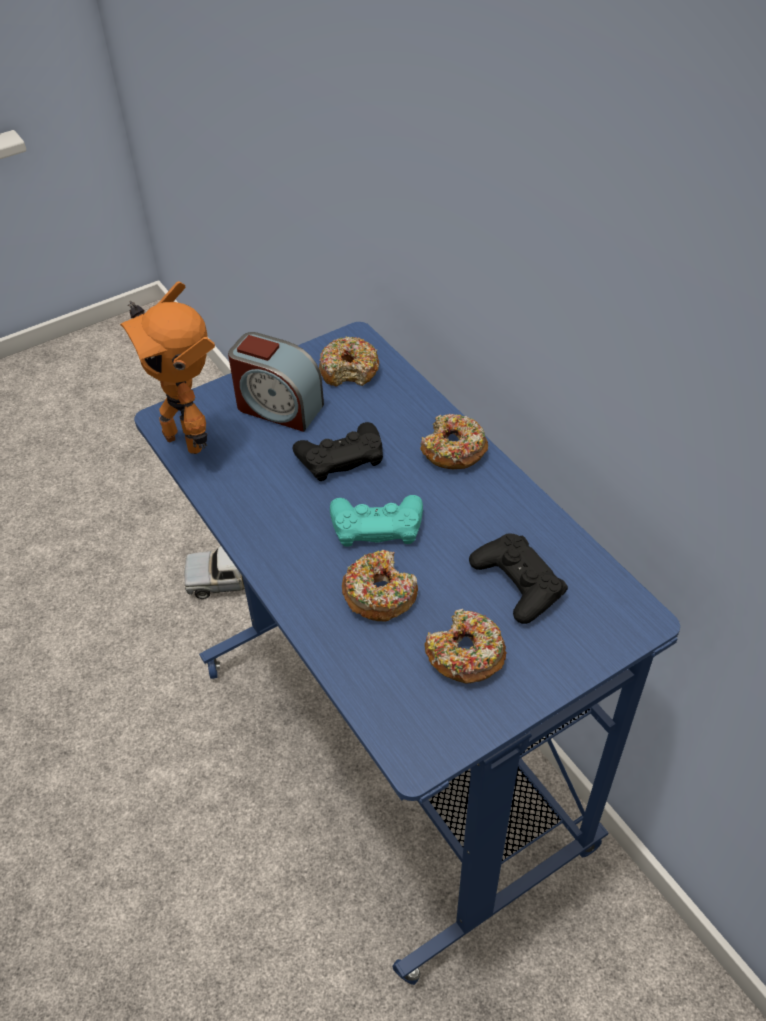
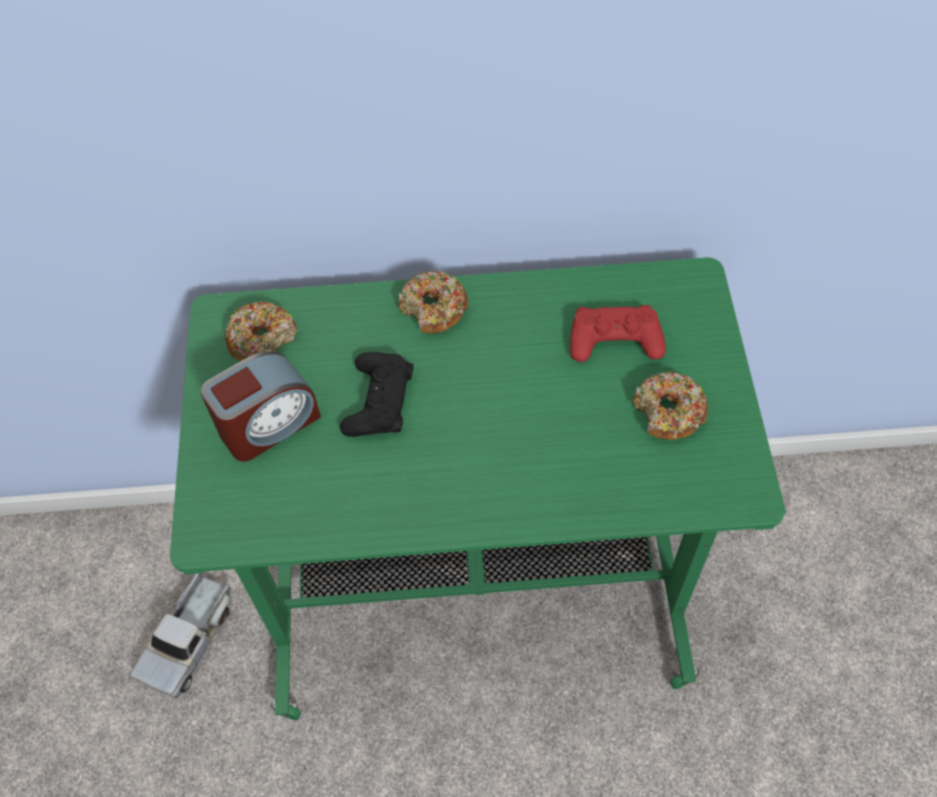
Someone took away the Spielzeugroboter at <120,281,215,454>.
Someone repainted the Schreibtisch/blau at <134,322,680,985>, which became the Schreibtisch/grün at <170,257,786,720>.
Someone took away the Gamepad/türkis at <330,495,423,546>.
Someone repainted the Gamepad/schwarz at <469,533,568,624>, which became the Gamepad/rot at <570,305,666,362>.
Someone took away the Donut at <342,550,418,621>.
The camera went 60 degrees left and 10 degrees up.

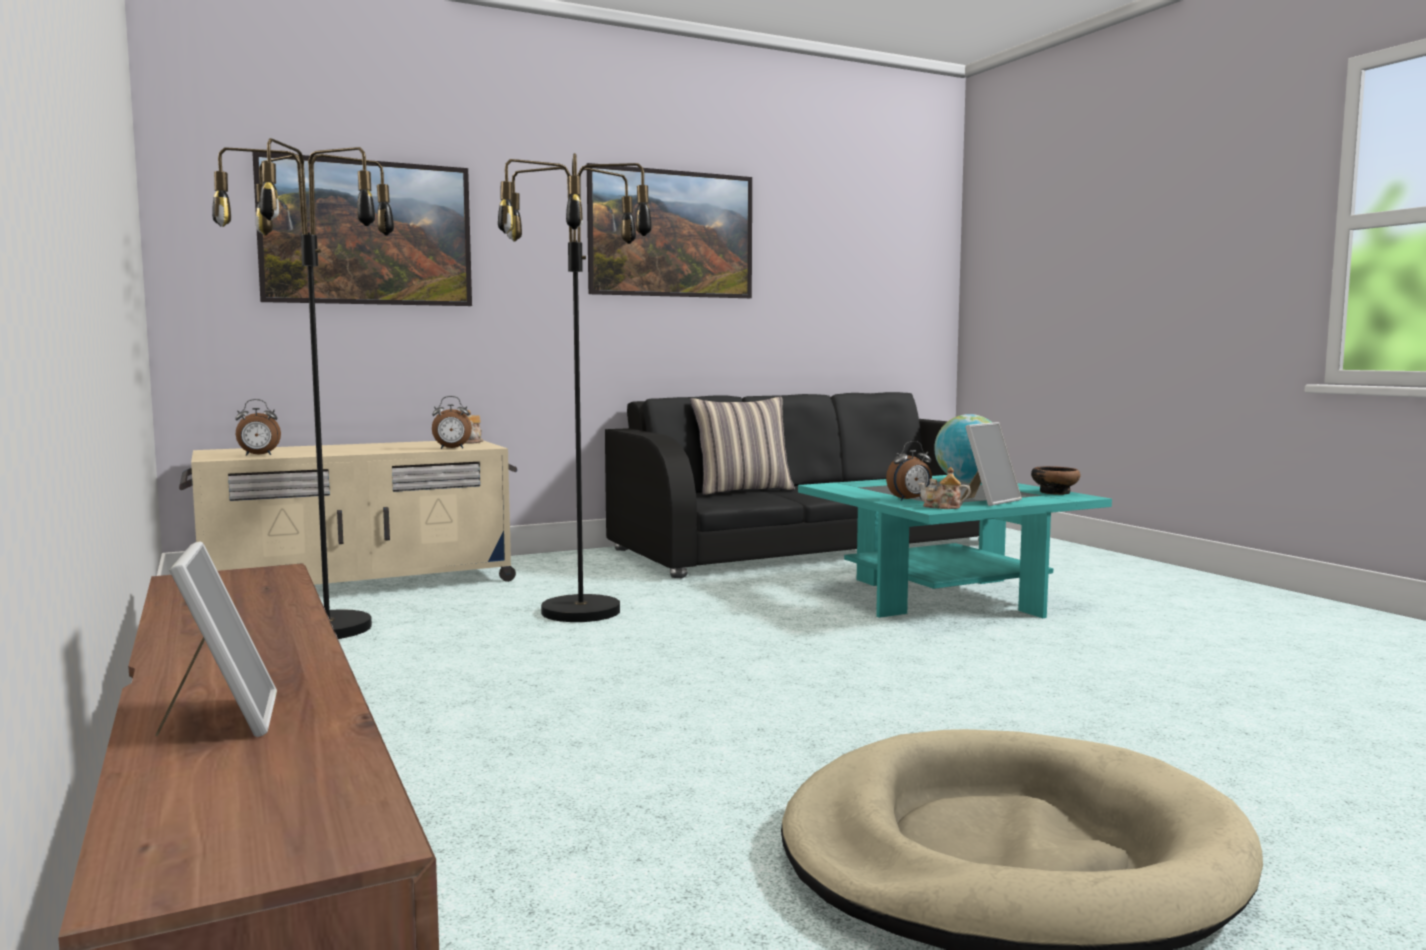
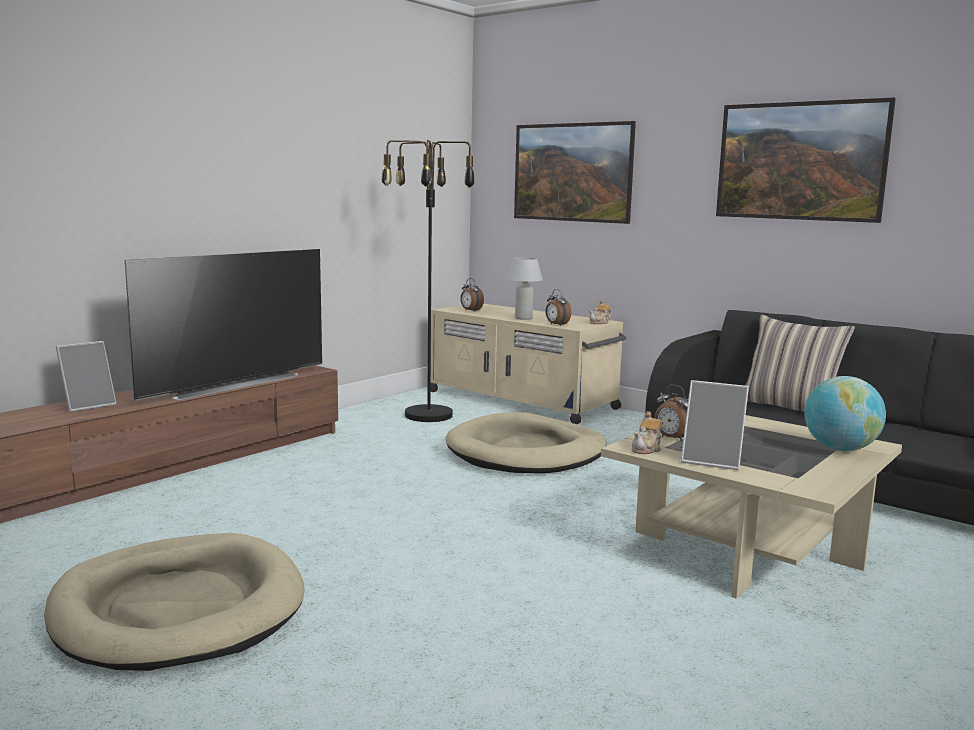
Someone swapped the Stehlampe at <498,153,652,622> for the Hundebett/beige at <446,412,607,474>.
Someone took away the Schüssel at <1031,466,1081,495>.
Someone rotated the Teekanne at <918,467,971,509> by 135 degrees counterclockwise.
Someone repainted the Couchtisch/türkis at <798,475,1112,618>, which became the Couchtisch/beige at <601,415,902,599>.
Someone put down the Fernseher at <125,249,322,401>.
Someone put down the Tischlampe/weiß at <507,257,543,320>.
The camera went 65 degrees right and 5 degrees up.

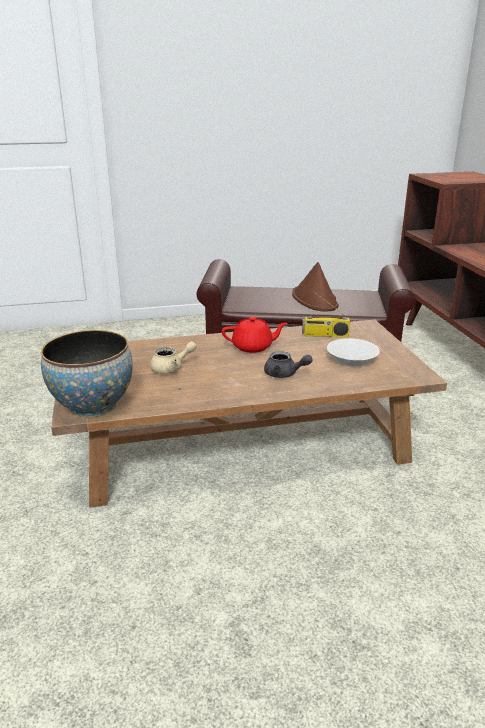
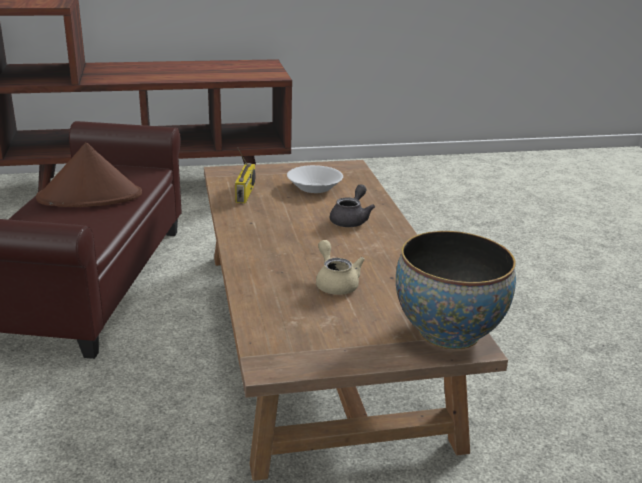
Someone took away the Teekanne/rot at <222,317,288,353>.
The camera went 90 degrees left and 0 degrees up.

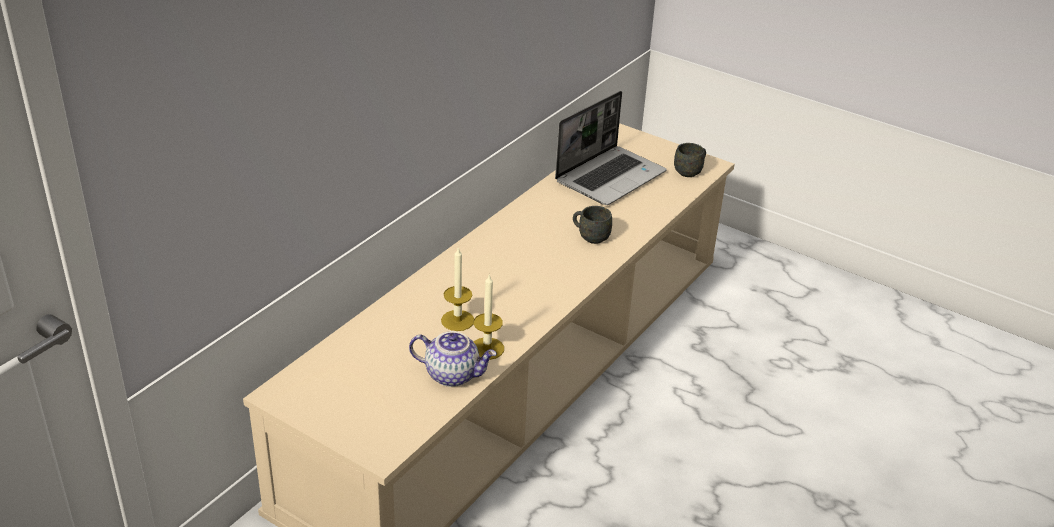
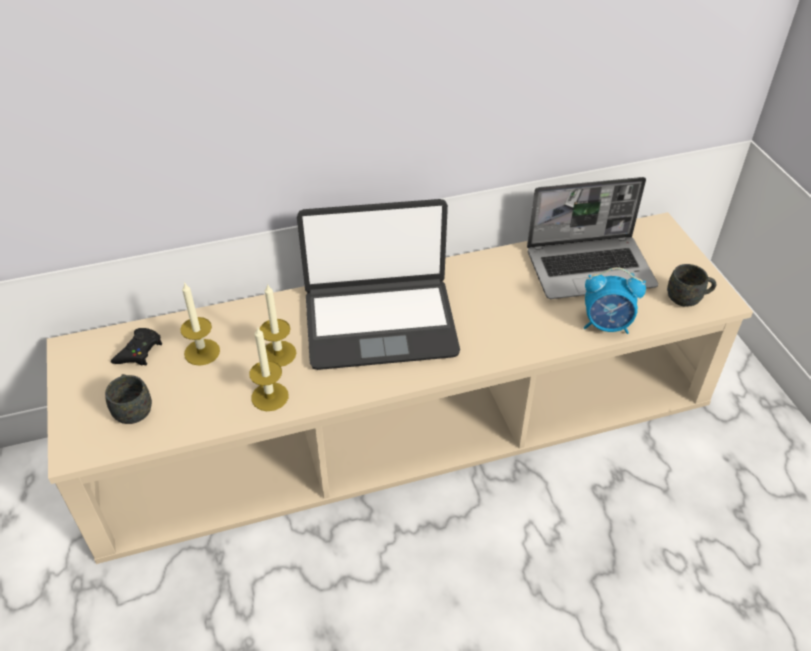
Someone carried the Henkelbecher/grau from <573,206,612,244> to <105,374,152,424>.
Someone took away the Teekanne at <409,331,497,387>.
Someone put down the Laptop at <297,199,460,370>.
Someone put down the Wecker at <584,267,646,334>.
Someone put down the Kerze at <180,281,220,366>.
Someone put down the Gamepad/schwarz at <111,328,162,366>.
The camera went 40 degrees right and 10 degrees up.

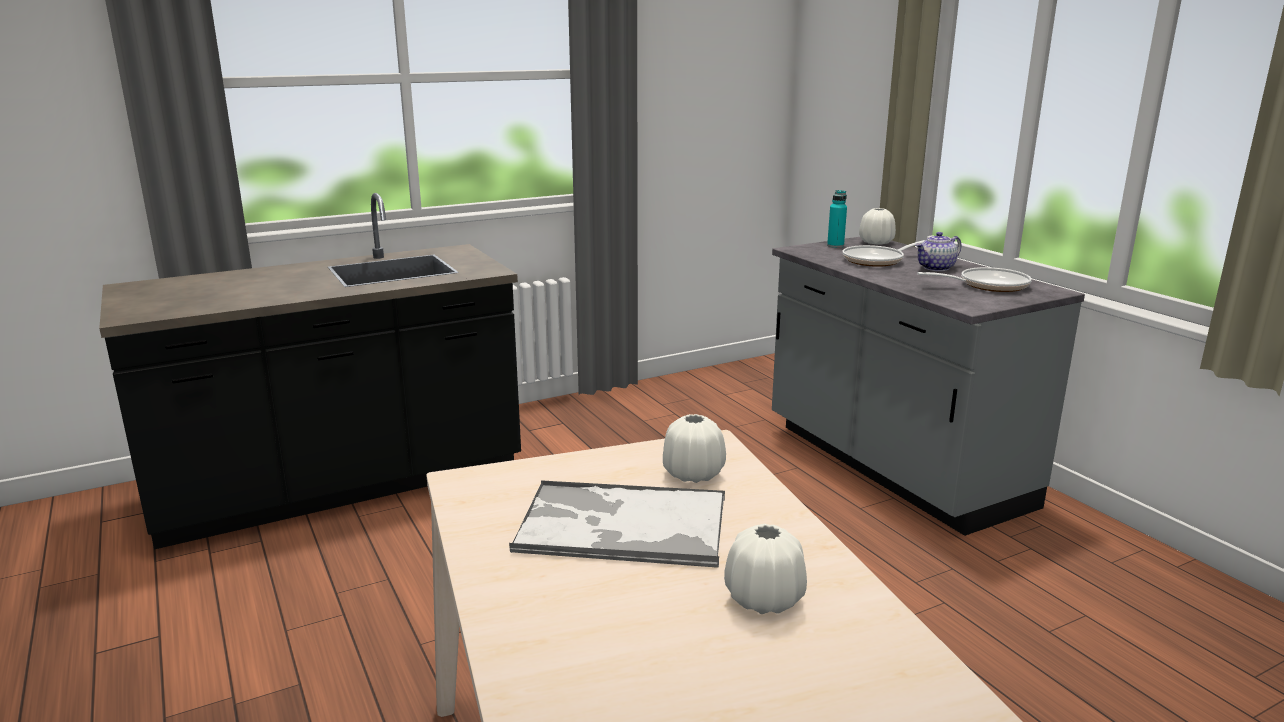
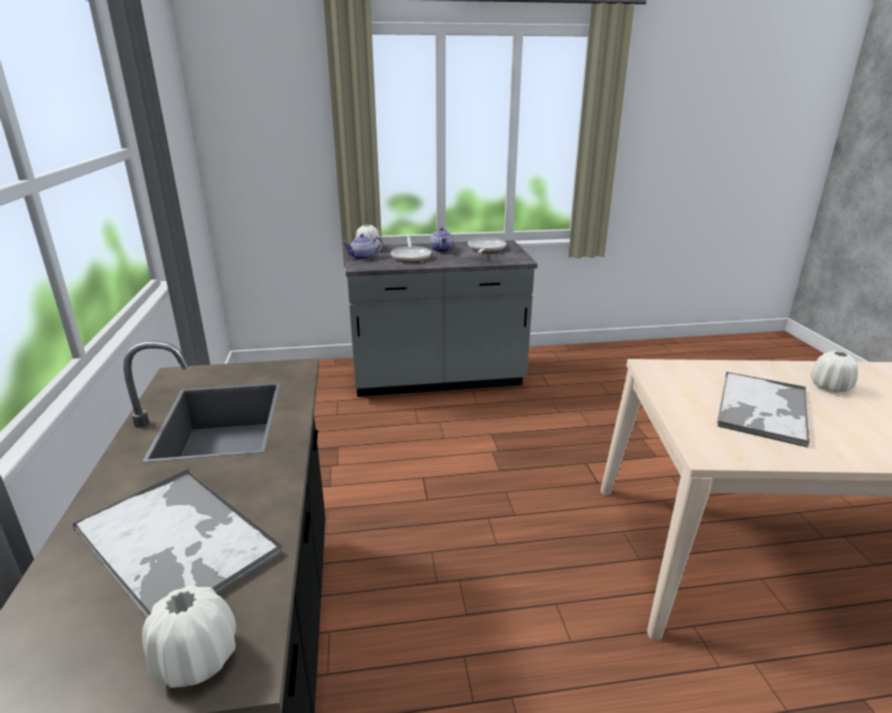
Someone swapped the Flasche/türkis at <827,190,847,248> for the Teekanne at <342,234,383,260>.
Someone carried the Vase/weiß from <663,414,726,483> to <142,585,236,688>.
Someone put down the Tablett at <73,469,283,618>.
The camera went 70 degrees left and 5 degrees up.

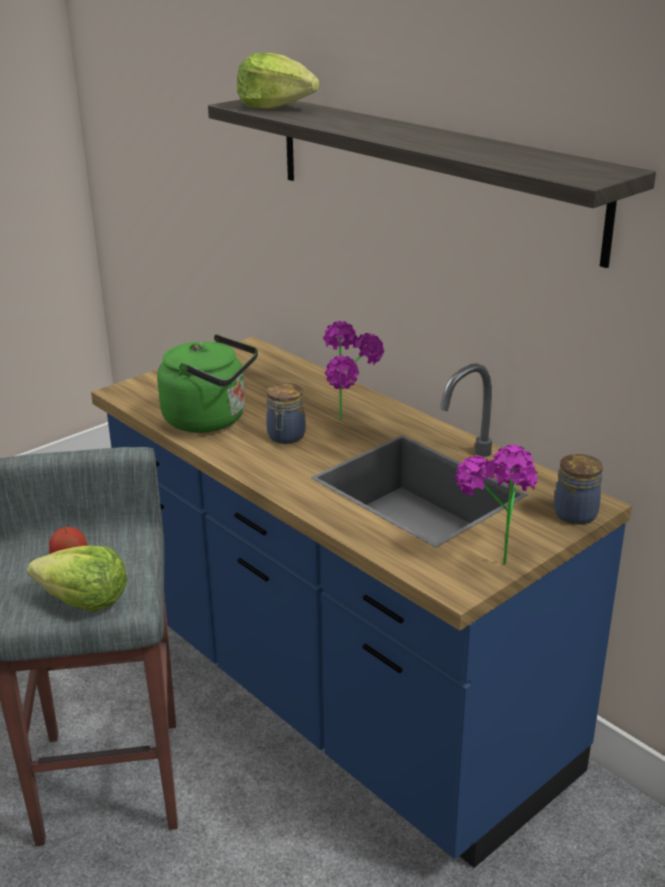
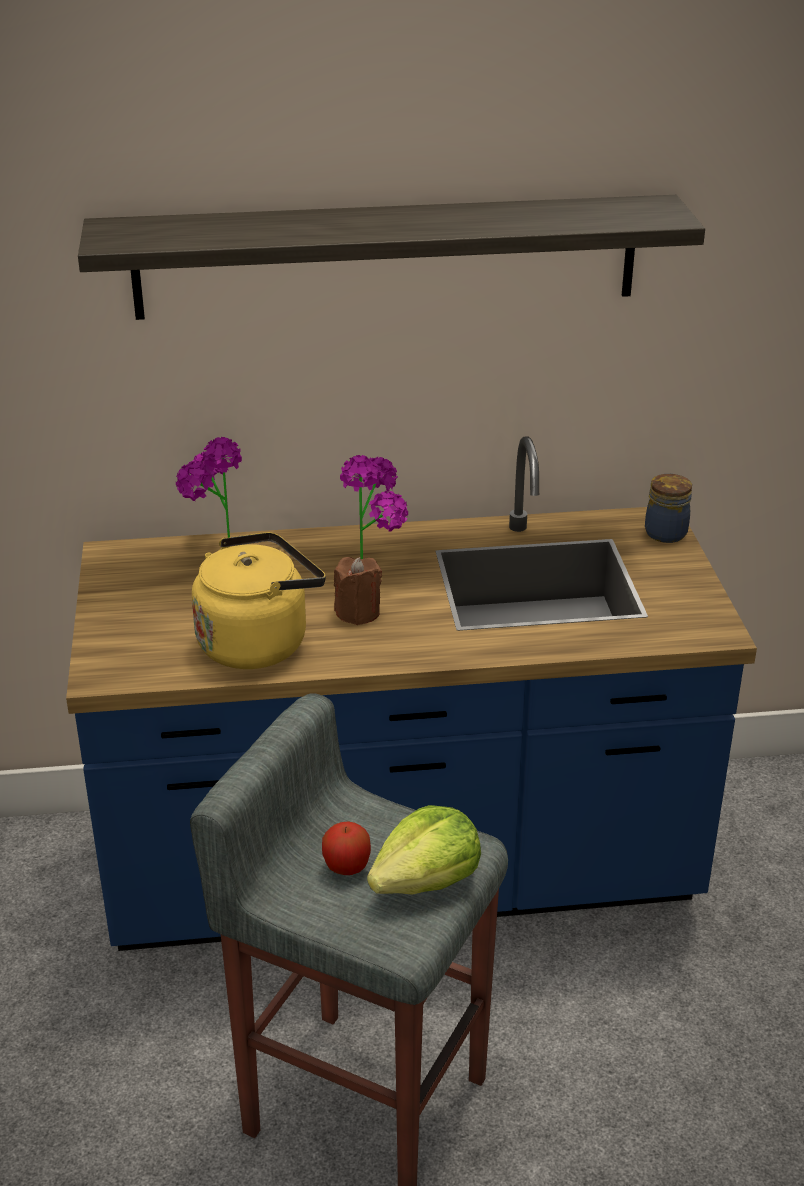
Someone took away the Salatkopf at <237,53,319,109>.
Someone repainted the Wasserkessel/grün at <157,334,258,433>, which became the Wasserkessel/gelb at <192,532,326,669>.
Someone swapped the Vorratsglas at <266,383,306,444> for the Kerze/braun at <334,557,382,625>.
Someone carried the Topfpflanze from <455,444,538,564> to <176,437,242,538>.
The camera went 55 degrees left and 5 degrees up.

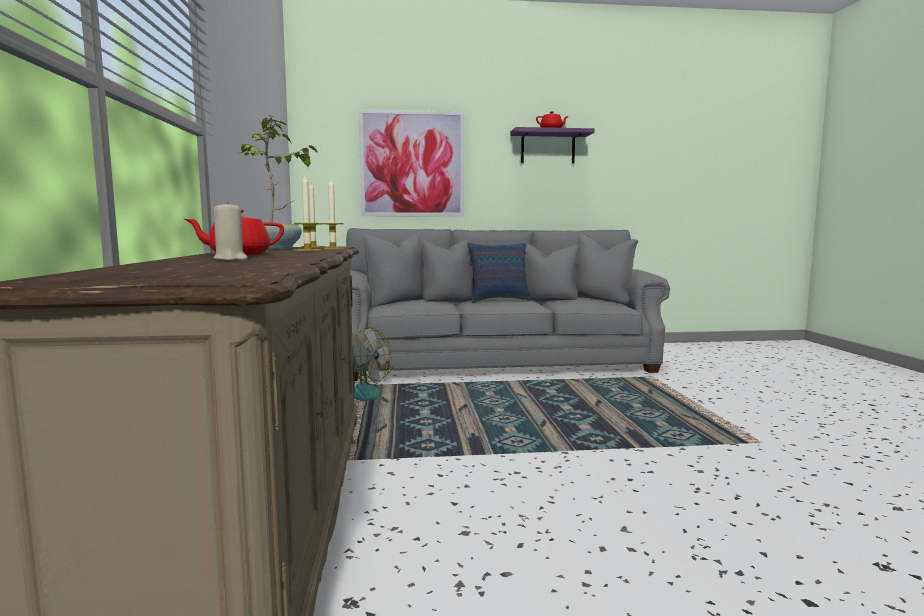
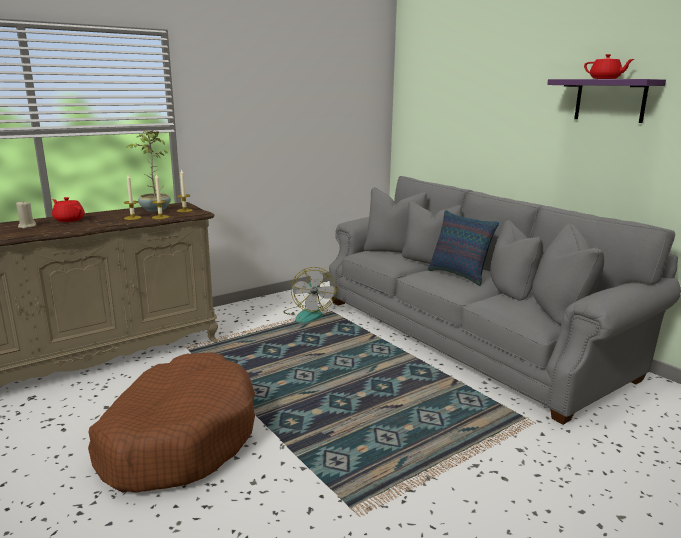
Someone took away the Bild at <359,109,464,217>.
Someone put down the Hundebett/braun at <88,352,255,493>.
The camera went 60 degrees right and 10 degrees up.

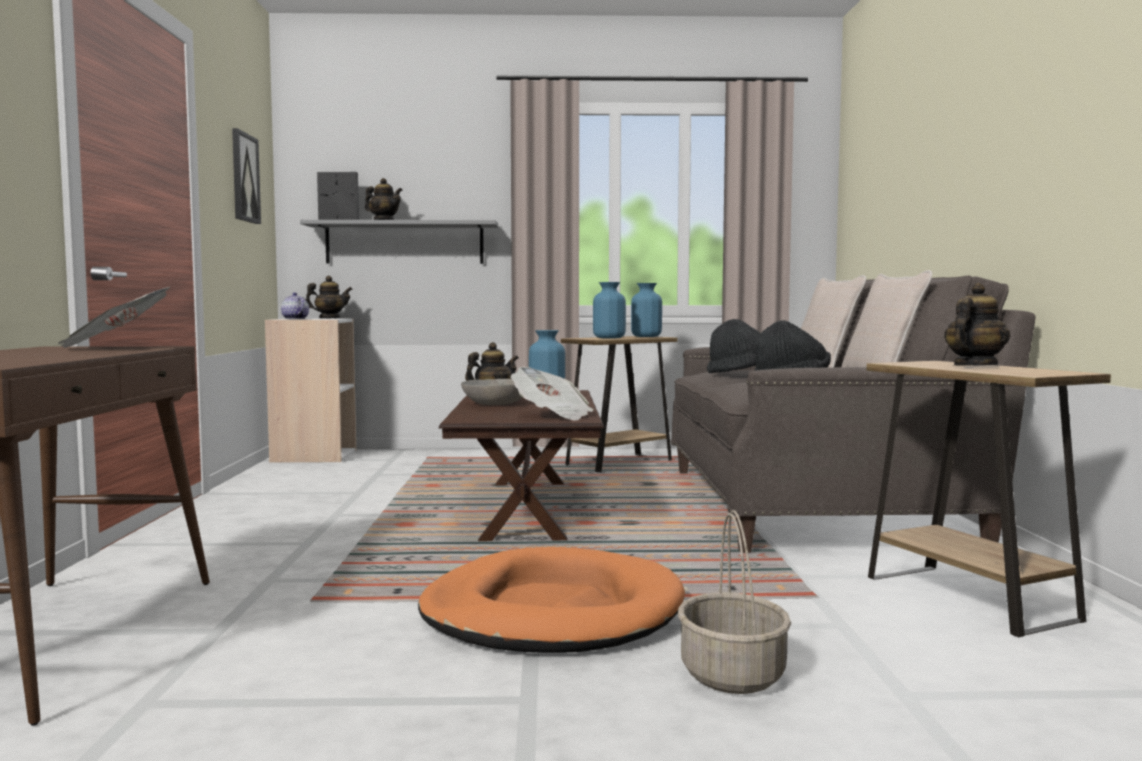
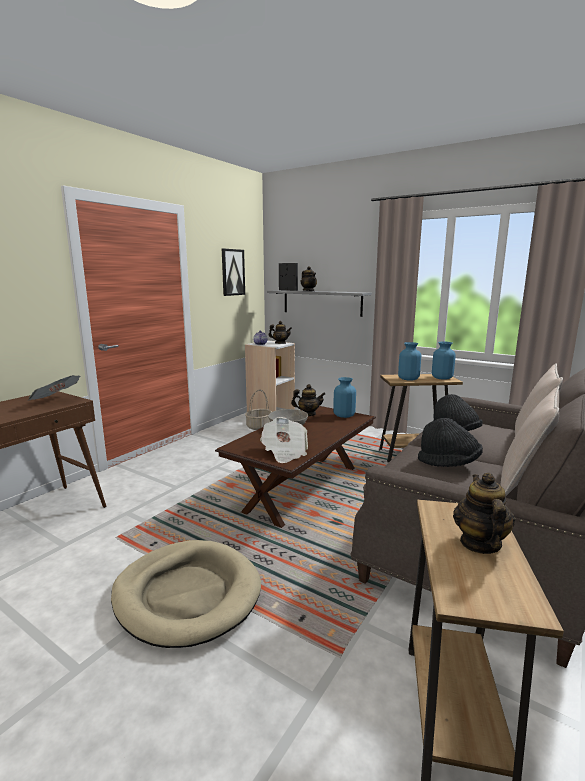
Someone rotated the Teekanne at <944,283,1010,366> by 75 degrees counterclockwise.
Someone carried the Korb from <678,510,791,694> to <245,390,272,430>.
Someone repainted the Hundebett/orange at <418,547,685,653>, which became the Hundebett/beige at <111,540,261,648>.
The camera went 35 degrees right and 10 degrees up.

